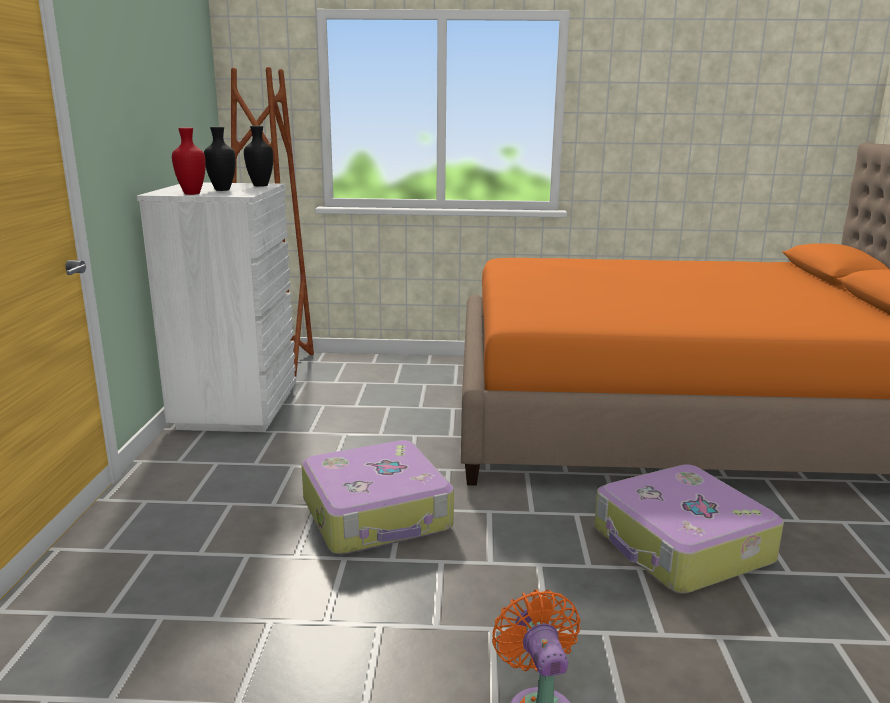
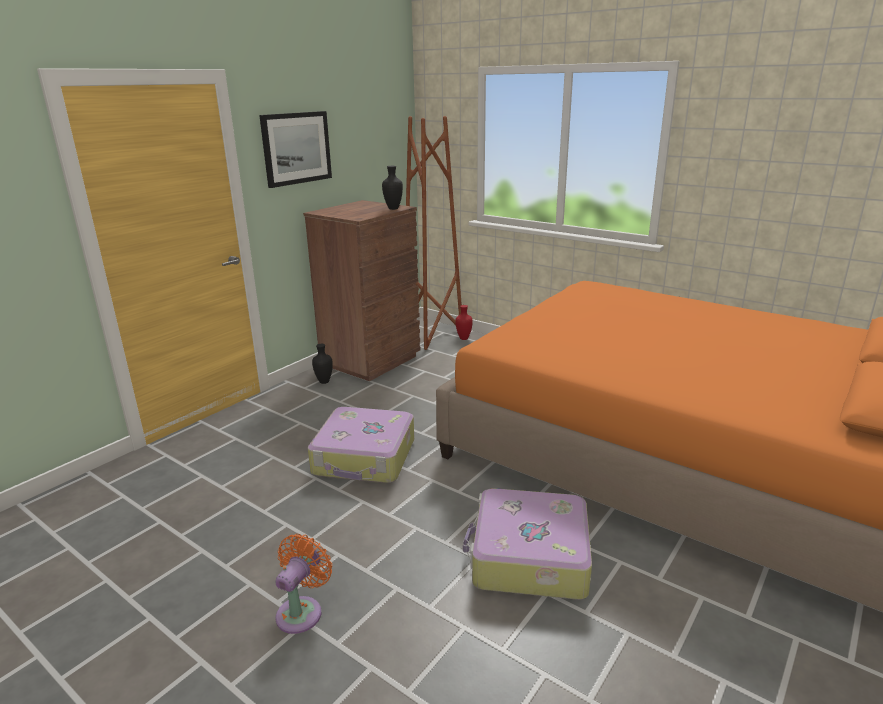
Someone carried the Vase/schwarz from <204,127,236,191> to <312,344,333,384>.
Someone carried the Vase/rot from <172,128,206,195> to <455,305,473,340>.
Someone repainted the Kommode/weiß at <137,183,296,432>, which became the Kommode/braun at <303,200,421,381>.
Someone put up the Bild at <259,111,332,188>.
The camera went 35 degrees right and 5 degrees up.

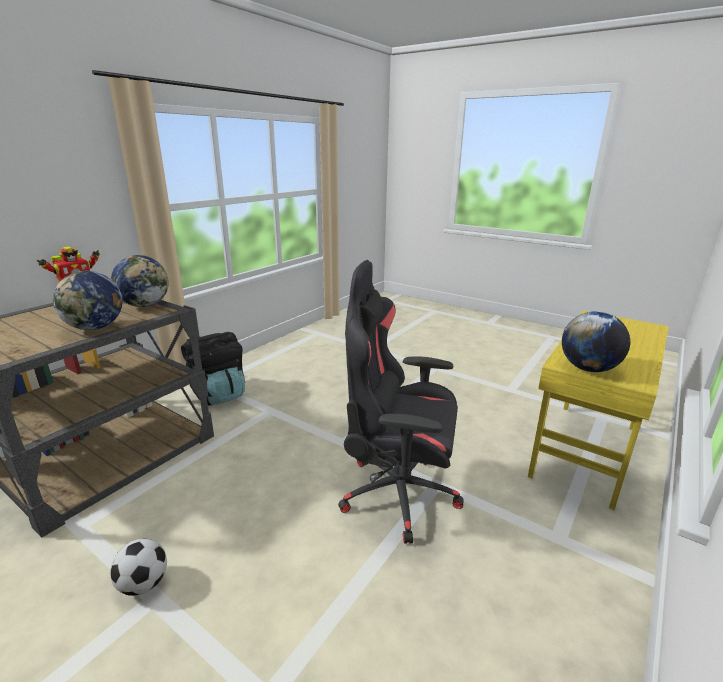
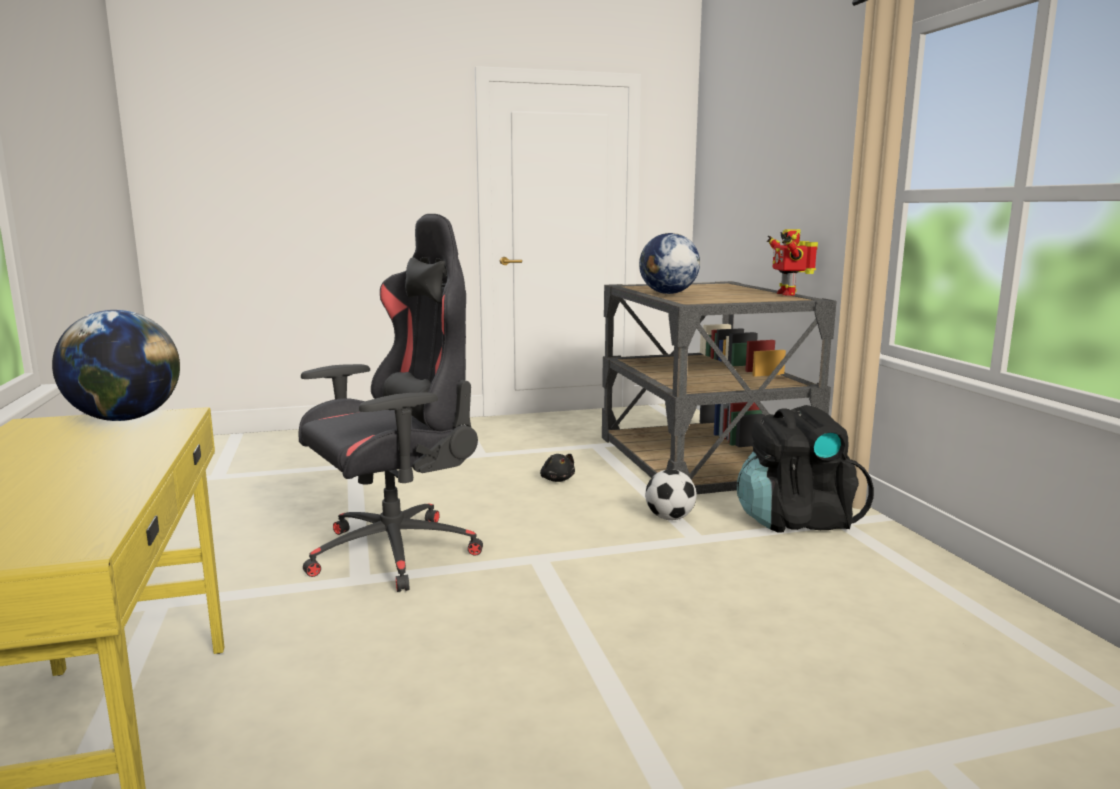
Someone took away the Globus at <111,255,169,307>.
Someone carried the Fußball from <110,539,167,596> to <645,469,697,520>.
Someone put down the Plüschtier/schwarz at <540,454,575,482>.
The camera went 130 degrees right and 10 degrees down.

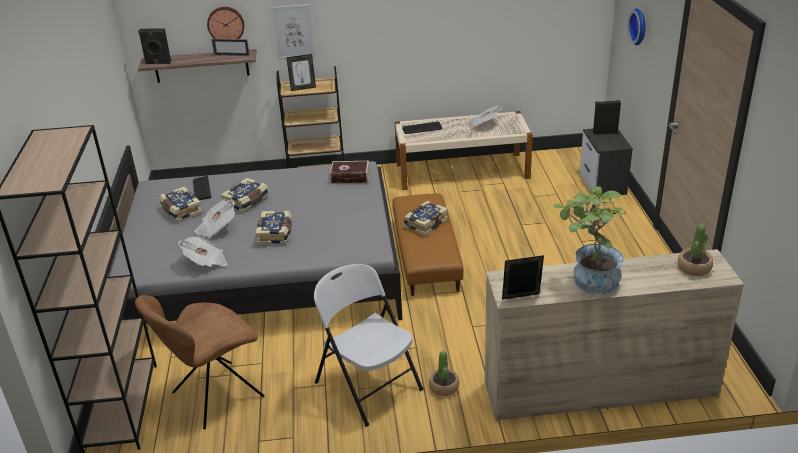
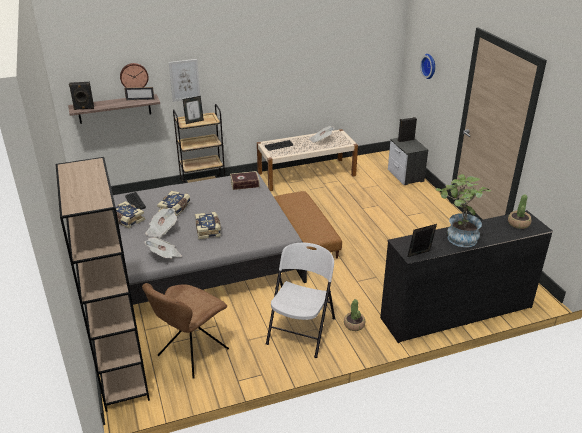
Someone took away the Buch at <404,201,448,236>.
Someone repainted the Kommode/beige at <485,249,744,421>, which became the Kommode/schwarz at <380,210,553,343>.
Someone rotated the Stuhl/weiß at <314,264,423,427> by 75 degrees clockwise.
The camera went 15 degrees left and 0 degrees up.

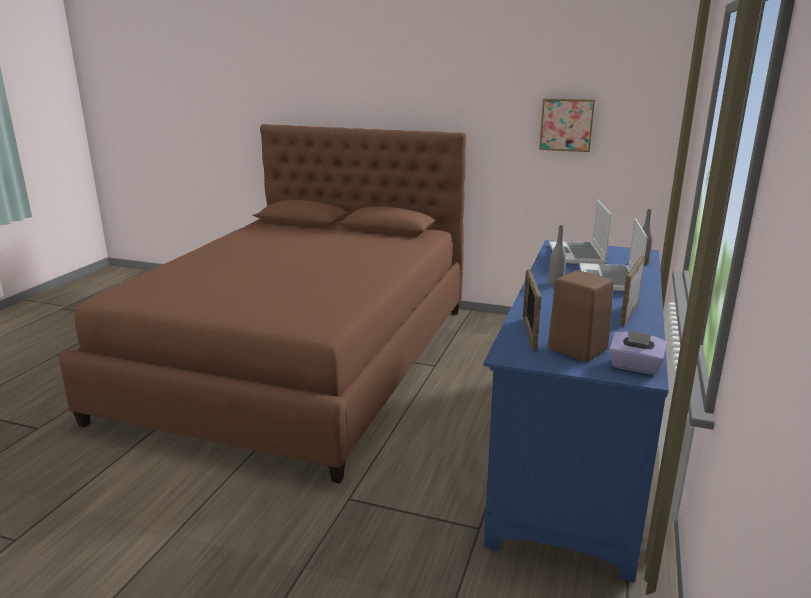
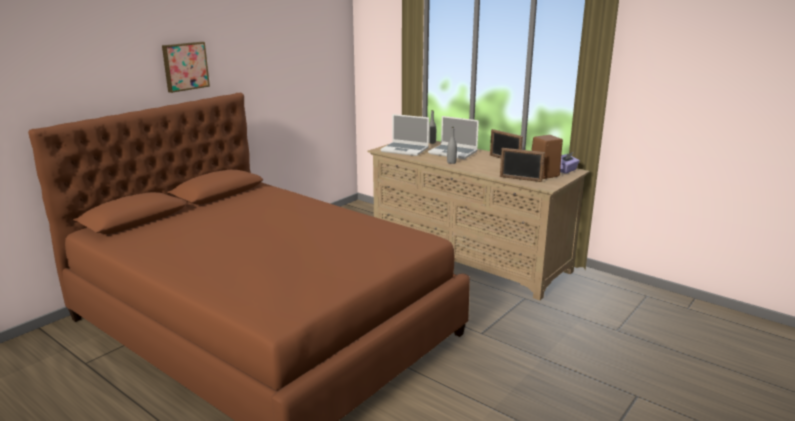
Someone carried the Bild from <539,98,595,152> to <162,42,210,93>.
Someone repainted the Kommode/blau at <483,240,669,583>, which became the Kommode/beige at <368,141,590,300>.
The camera went 70 degrees left and 0 degrees up.

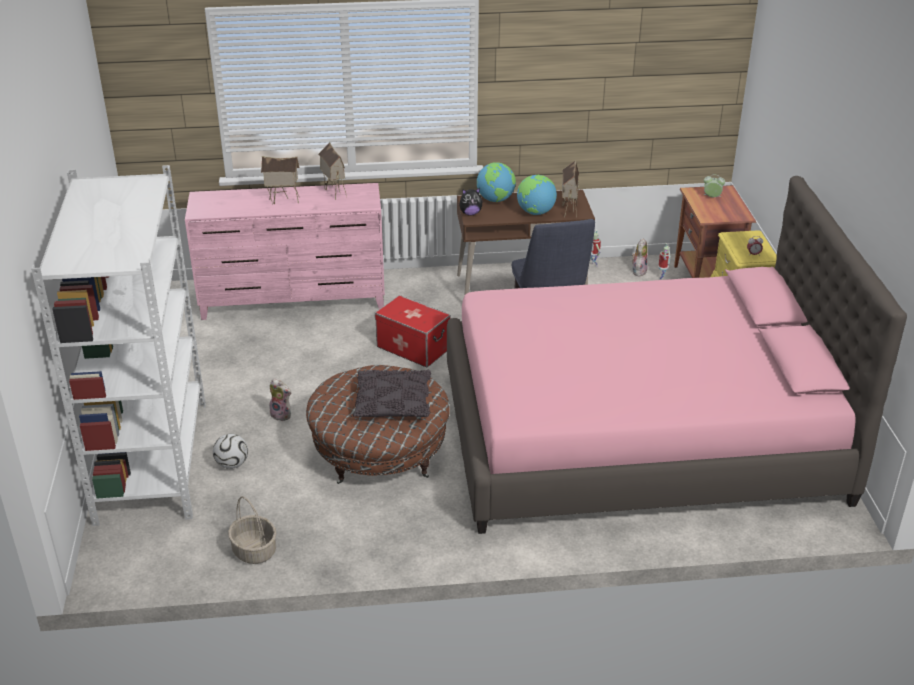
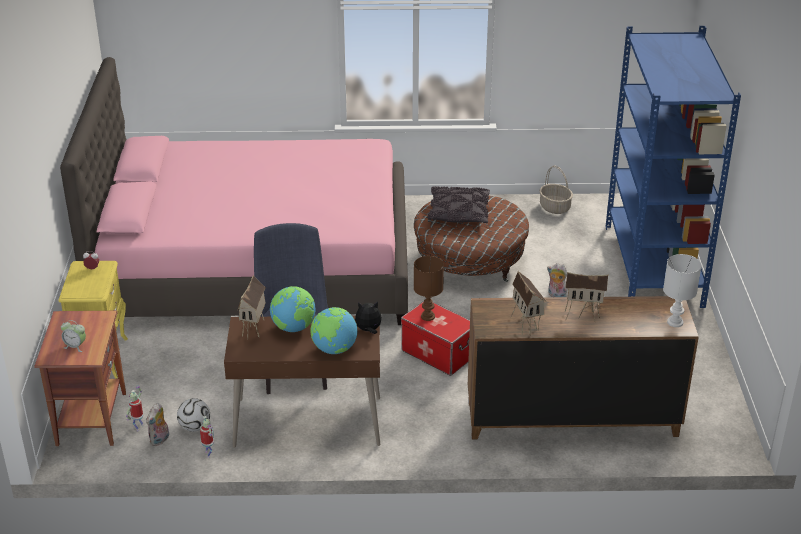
Someone repainted the Bücherregal/weiß at <31,165,206,526>, which became the Bücherregal/blau at <606,26,741,308>.
Someone repainted the Kommode/rosa at <185,183,385,320>, which became the Kommode/braun at <468,296,699,439>.
Someone carried the Fußball from <213,434,248,469> to <177,398,210,432>.
Someone put down the Tischlampe/weiß at <663,254,702,327>.
Someone put down the Tischlampe/braun at <414,256,444,321>.
The camera went 175 degrees left and 0 degrees up.

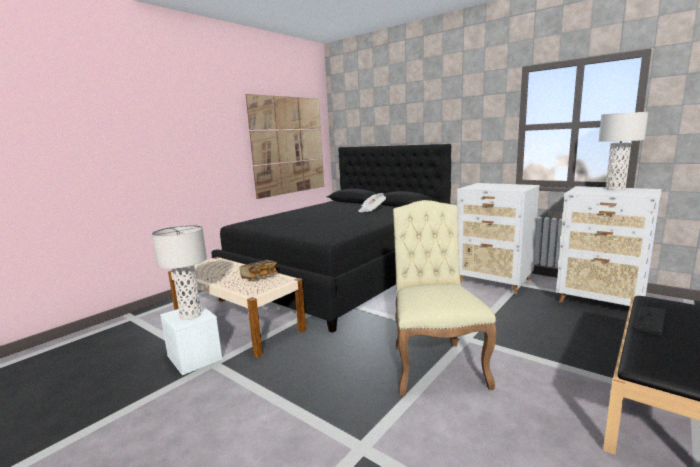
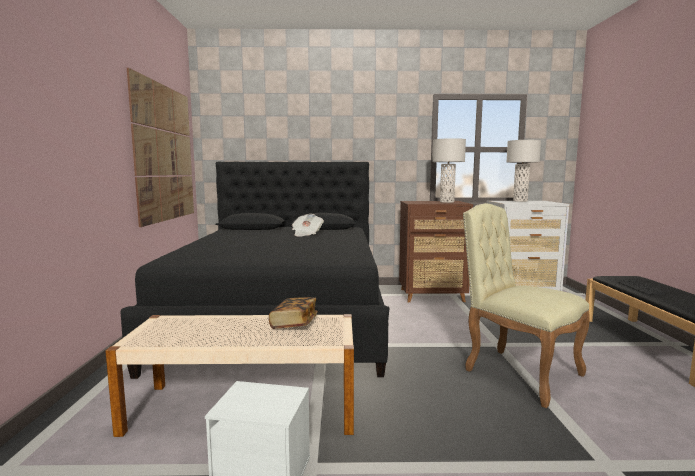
Someone repainted the Kommode/weiß at <457,183,540,294>, which became the Kommode/braun at <399,201,473,302>.
Someone carried the Tischlampe/weiß from <151,225,207,320> to <432,138,466,203>.
The camera went 40 degrees left and 5 degrees down.

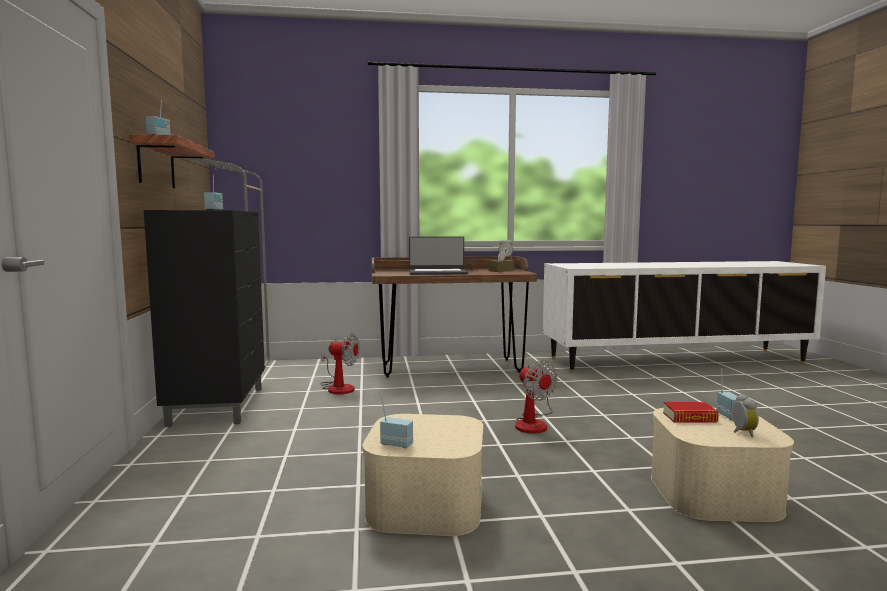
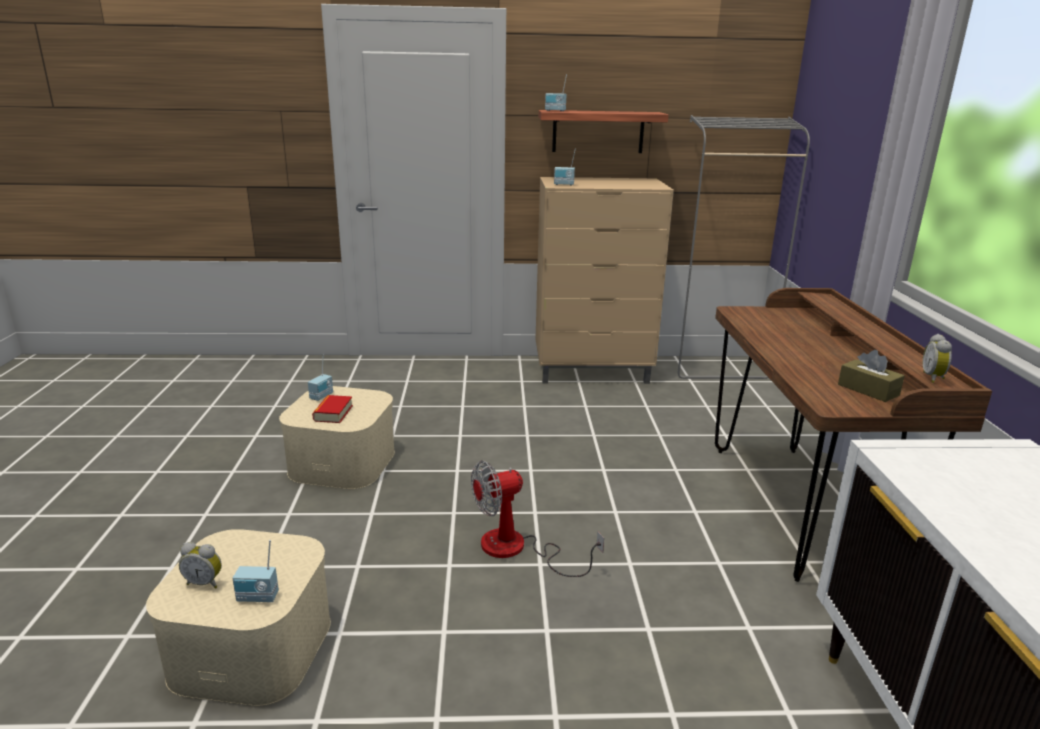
Someone repainted the Kommode/schwarz at <144,210,265,427>, which became the Kommode/beige at <535,177,674,384>.
Someone took away the Laptop at <409,236,468,275>.
Someone took away the Ventilator at <320,333,359,394>.
Someone carried the Buch from <663,402,719,423> to <312,395,353,423>.
The camera went 95 degrees right and 15 degrees up.

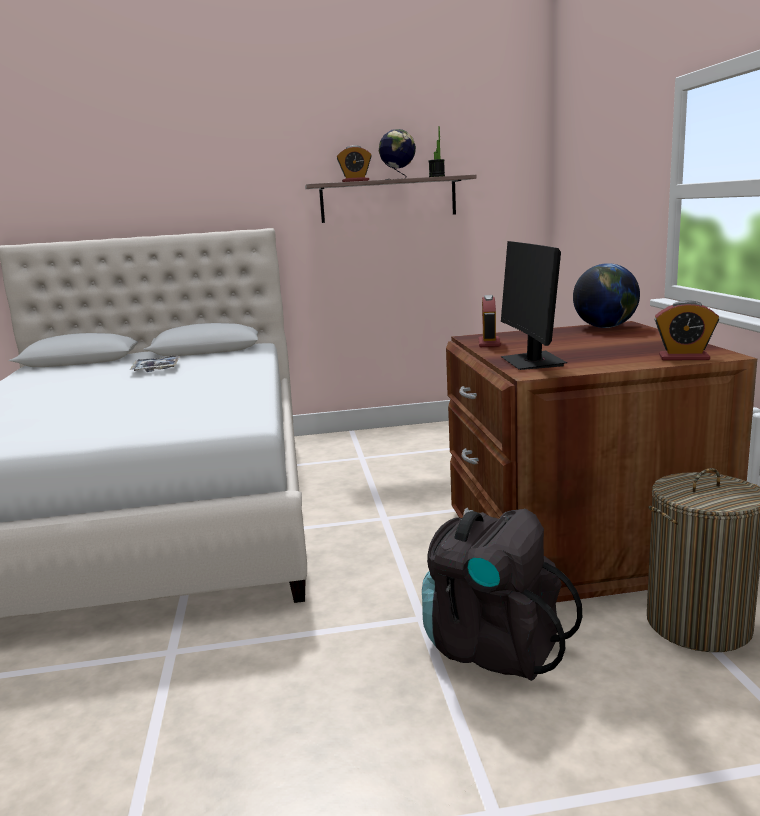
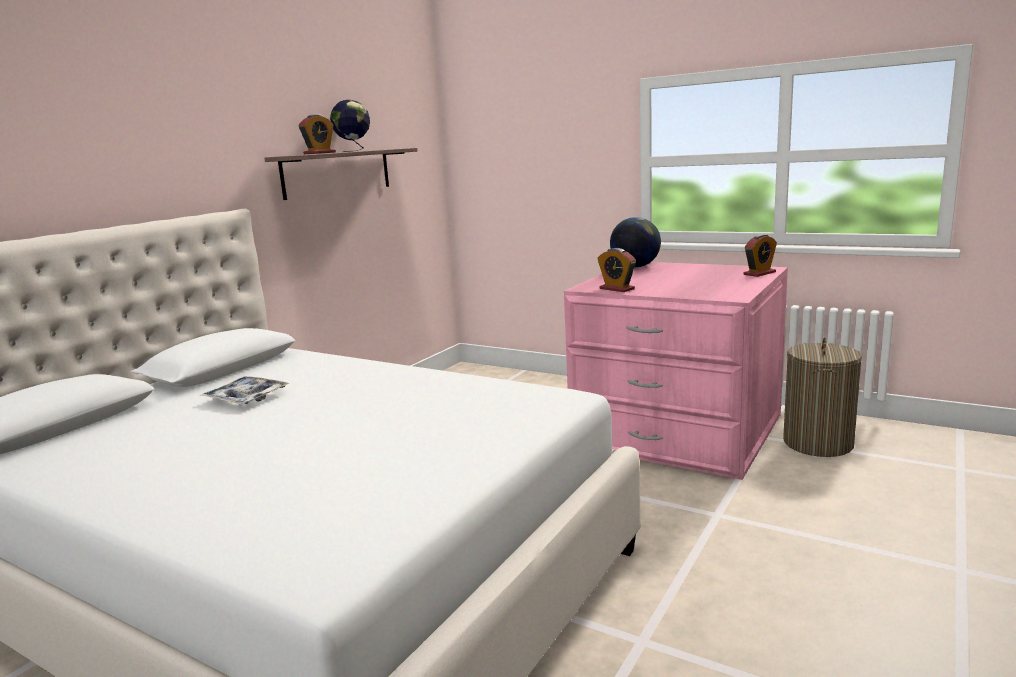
Someone took away the Topfpflanze at <429,126,445,177>.
Someone took away the Monitor at <501,241,567,370>.
Someone repainted the Kommode/braun at <446,321,757,603>, which became the Kommode/rosa at <564,262,788,480>.
Someone took away the Rucksack/schwarz at <422,509,582,681>.
The camera went 50 degrees left and 0 degrees up.

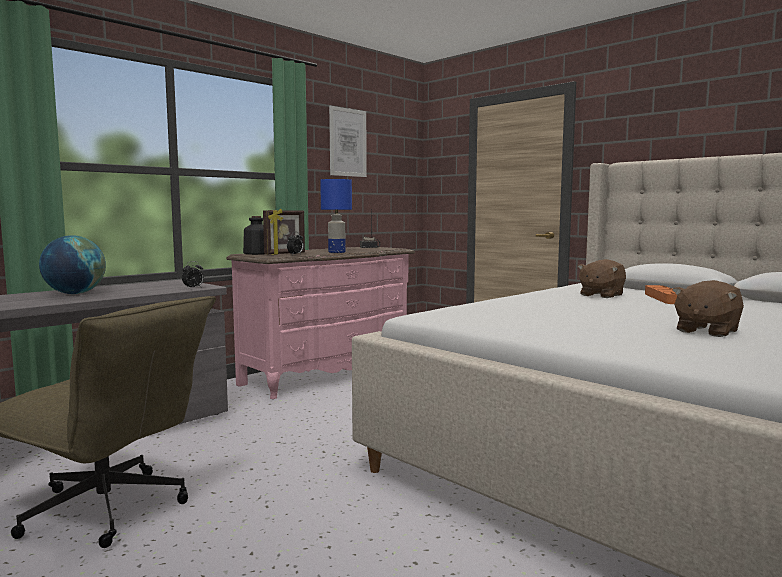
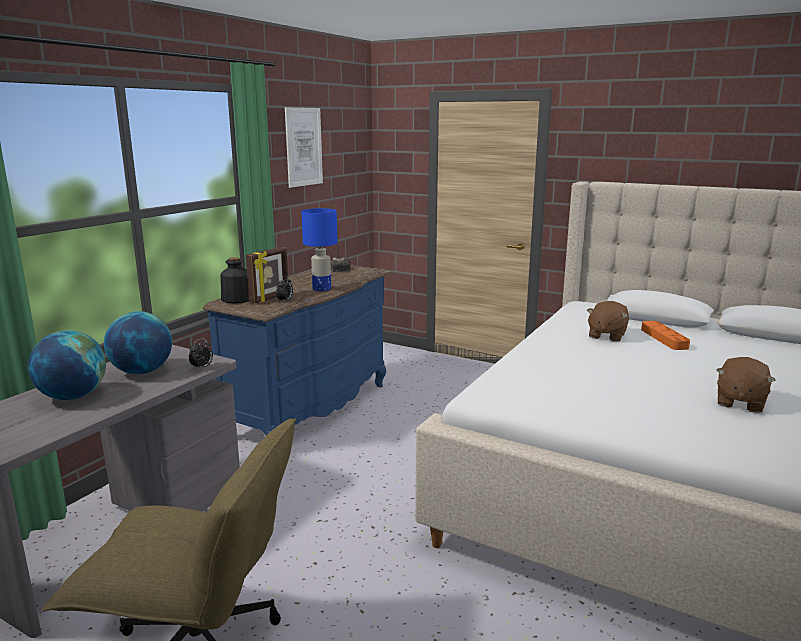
Someone repainted the Kommode/rosa at <226,247,415,399>, which became the Kommode/blau at <203,265,390,435>.
Someone put down the Globus at <104,311,172,374>.
The camera went 15 degrees left and 10 degrees up.

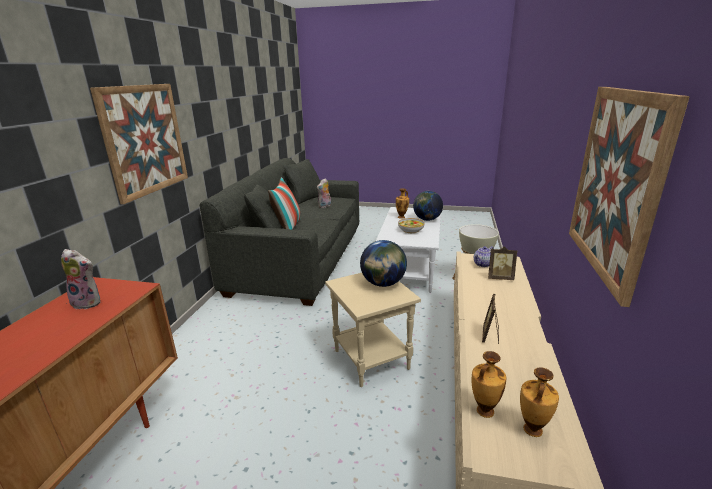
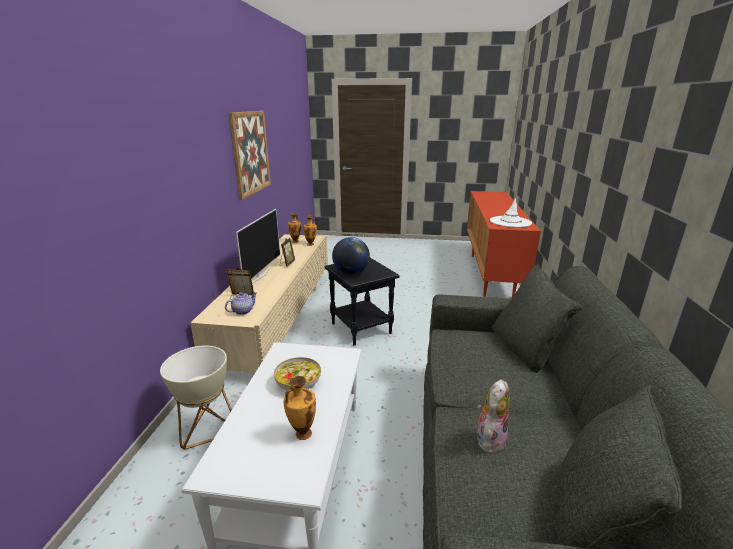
Someone took away the Bild at <90,84,188,204>.
Someone took away the Kissen at <268,177,300,229>.
Someone took away the Globus at <413,191,443,221>.
Someone swapped the Plüschtier at <61,249,100,309> for the Hut/weiß at <490,198,532,228>.
Someone repainted the Beistelltisch/beige at <325,273,421,387>, which became the Beistelltisch/schwarz at <325,258,399,346>.
Someone put down the Fernseher at <236,209,280,284>.
The camera went 175 degrees right and 0 degrees up.

